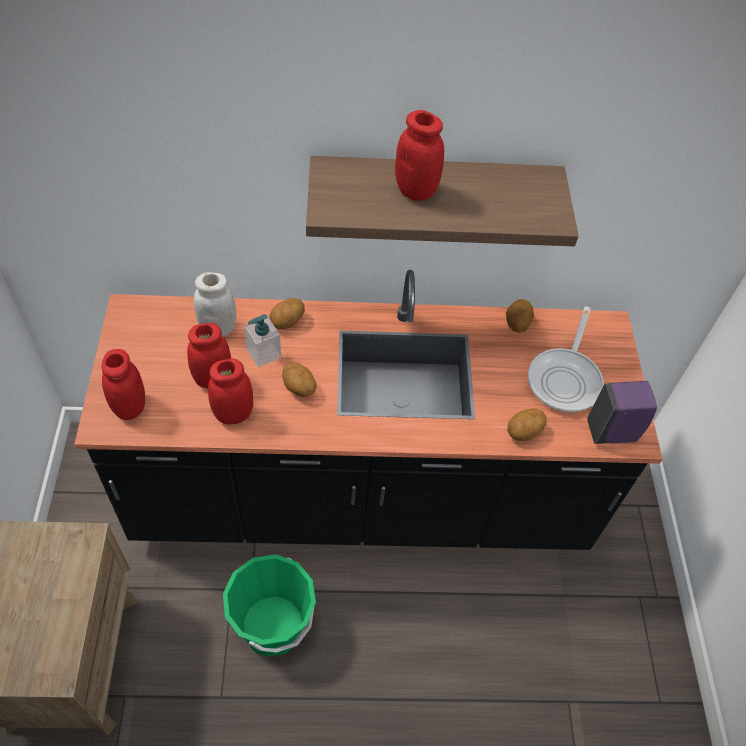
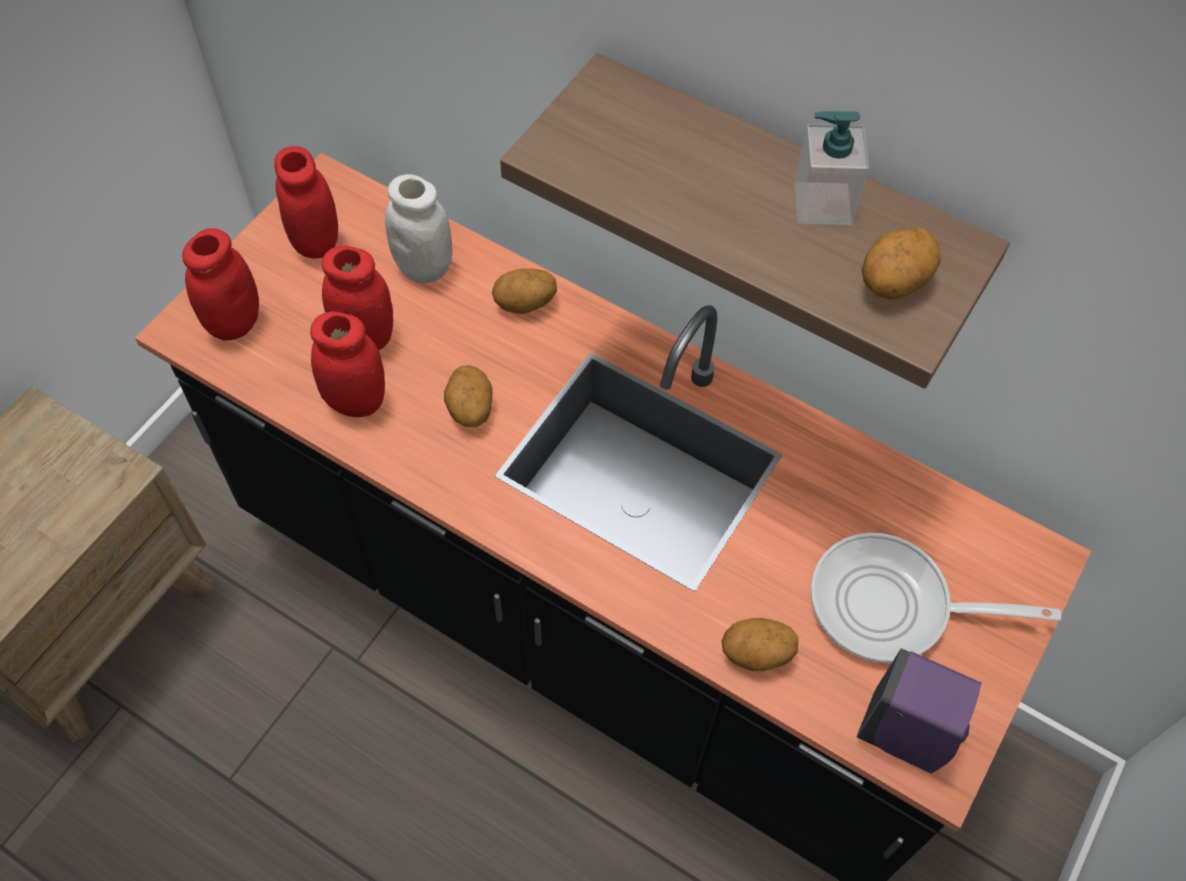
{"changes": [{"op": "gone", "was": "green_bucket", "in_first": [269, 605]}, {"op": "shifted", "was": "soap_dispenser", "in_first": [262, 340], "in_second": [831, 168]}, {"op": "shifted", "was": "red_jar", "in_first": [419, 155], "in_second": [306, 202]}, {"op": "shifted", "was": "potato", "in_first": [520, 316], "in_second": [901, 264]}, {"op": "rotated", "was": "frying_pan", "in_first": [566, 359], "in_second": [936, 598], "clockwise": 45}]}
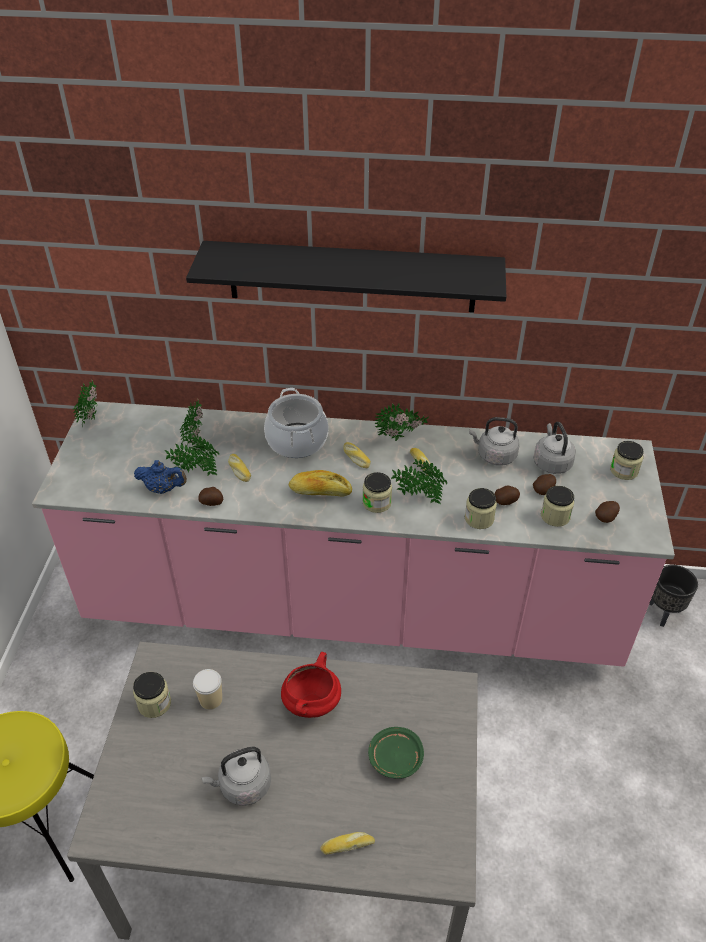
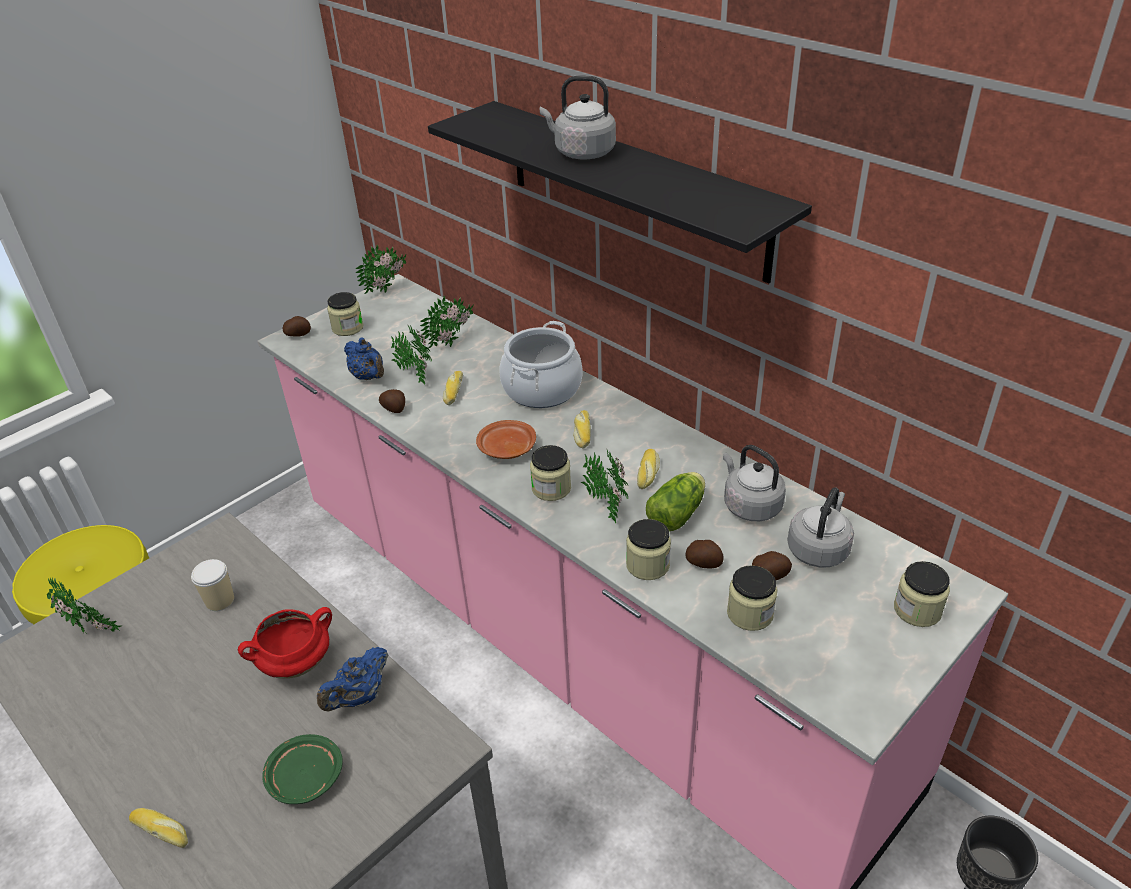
{"changes": [{"op": "shifted", "was": "jar", "in_first": [152, 695], "in_second": [345, 314]}, {"op": "shifted", "was": "grey_kettle", "in_first": [236, 776], "in_second": [578, 117]}, {"op": "swapped", "was": "bread", "now": "brown_plate", "in_first": [320, 483], "in_second": [506, 439]}, {"op": "shifted", "was": "potted_plant", "in_first": [402, 422], "in_second": [84, 606]}, {"op": "shifted", "was": "potato", "in_first": [607, 512], "in_second": [297, 326]}, {"op": "new", "now": "blue_teapot", "in_second": [353, 679]}, {"op": "new", "now": "lettuce", "in_second": [675, 501]}]}
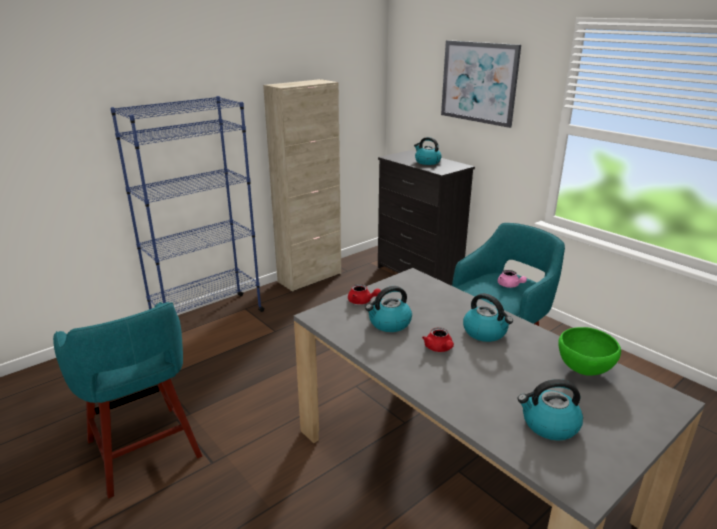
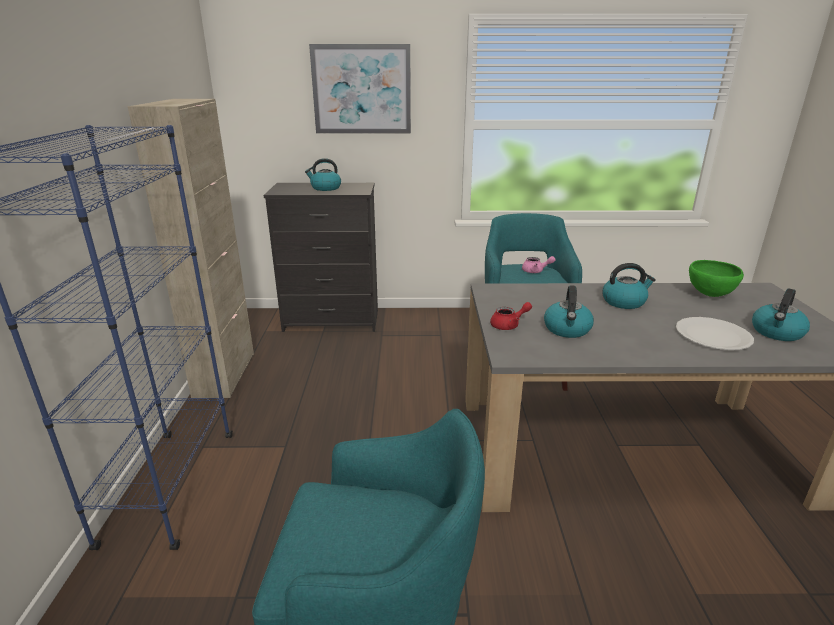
{"changes": [{"op": "gone", "was": "red_teapot", "in_first": [438, 339]}, {"op": "new", "now": "white_plate", "in_second": [715, 333]}]}
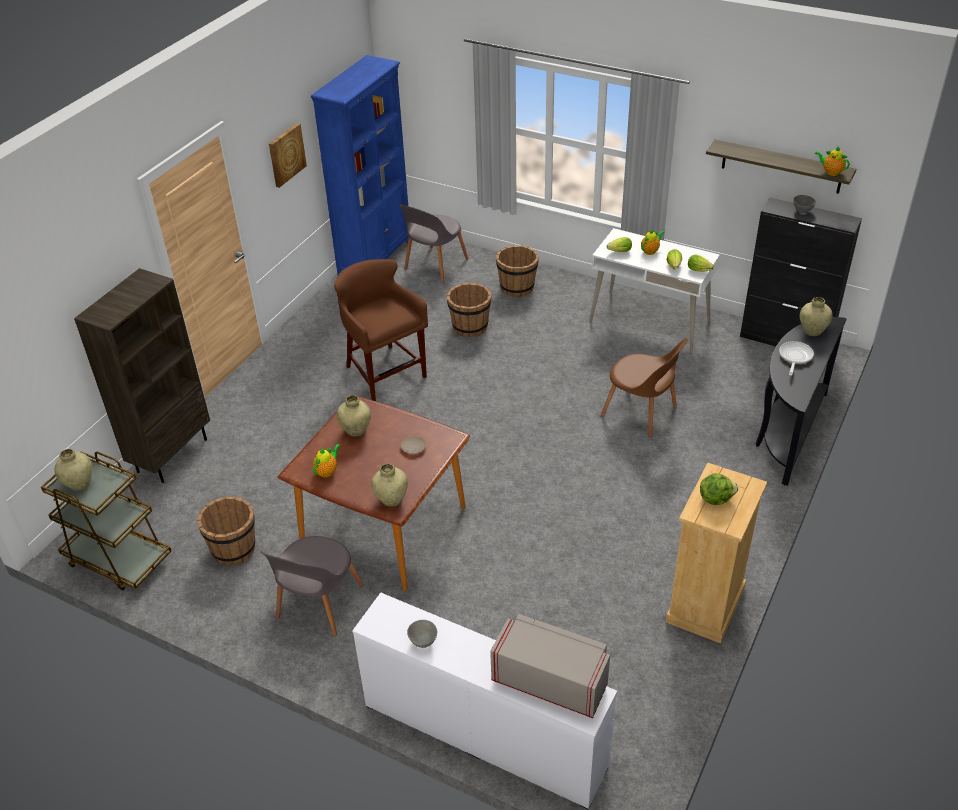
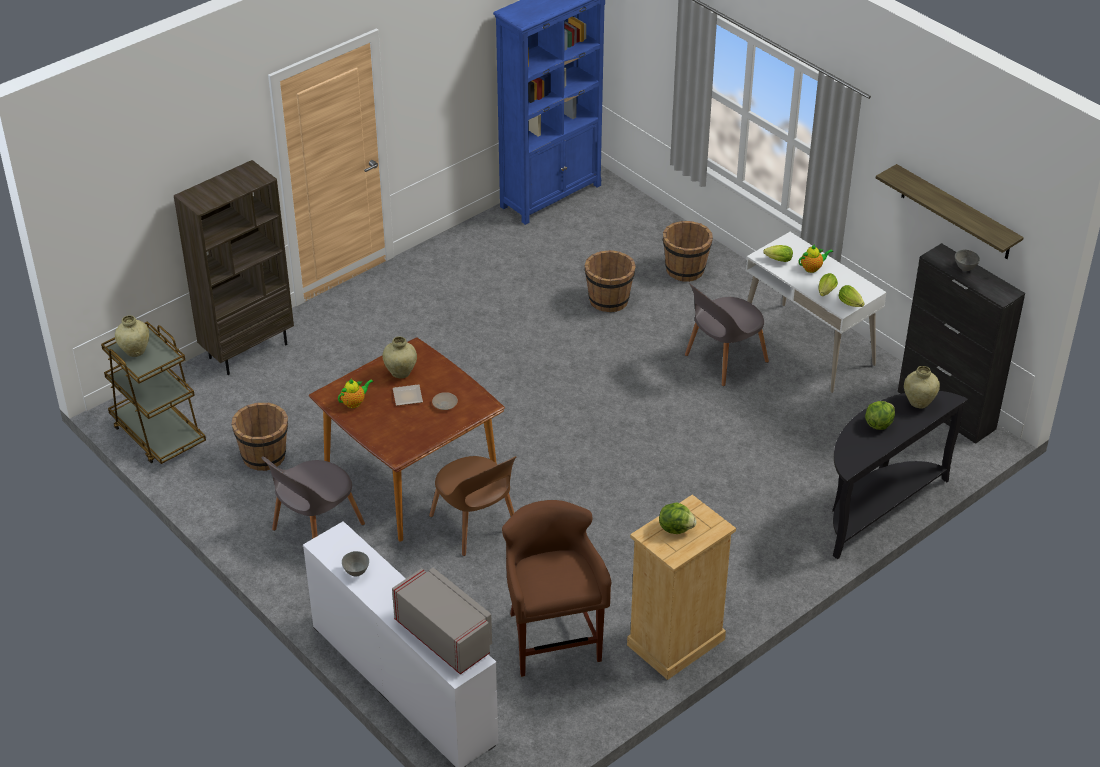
{"changes": [{"op": "gone", "was": "picture", "in_first": [288, 155]}, {"op": "shifted", "was": "brown_stool", "in_first": [381, 330], "in_second": [556, 588]}, {"op": "gone", "was": "beige_vase", "in_first": [389, 485]}, {"op": "shifted", "was": "grey_chair", "in_first": [434, 244], "in_second": [727, 334]}, {"op": "shifted", "was": "brown_chair", "in_first": [644, 388], "in_second": [472, 506]}, {"op": "swapped", "was": "frying_pan", "now": "lettuce", "in_first": [796, 358], "in_second": [880, 415]}, {"op": "gone", "was": "teapot", "in_first": [832, 161]}, {"op": "new", "now": "plate", "in_second": [408, 395]}]}
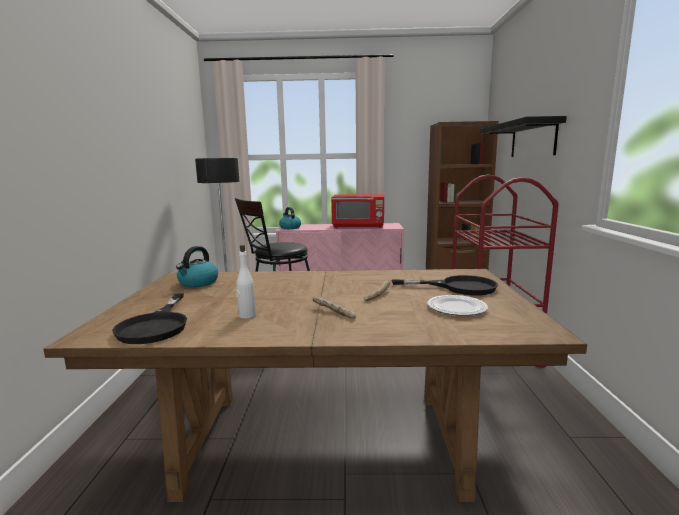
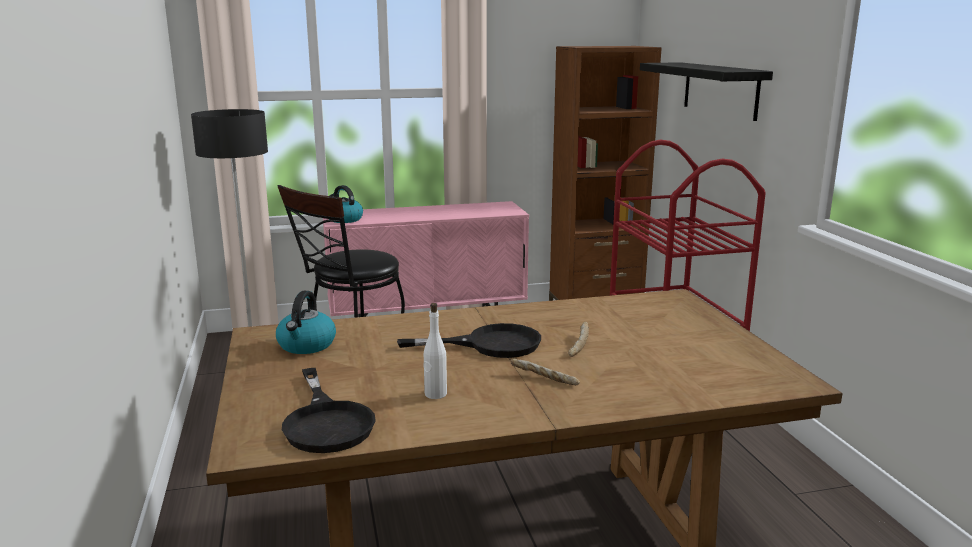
{"changes": [{"op": "gone", "was": "red_microwave", "in_first": [357, 211]}, {"op": "shifted", "was": "black_frying_pan", "in_first": [444, 285], "in_second": [469, 340]}, {"op": "gone", "was": "plate", "in_first": [457, 305]}]}
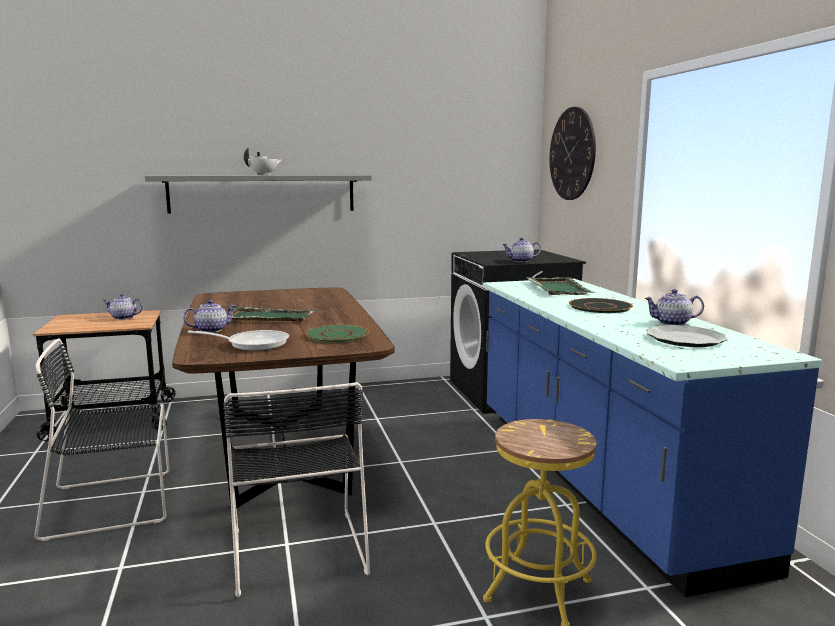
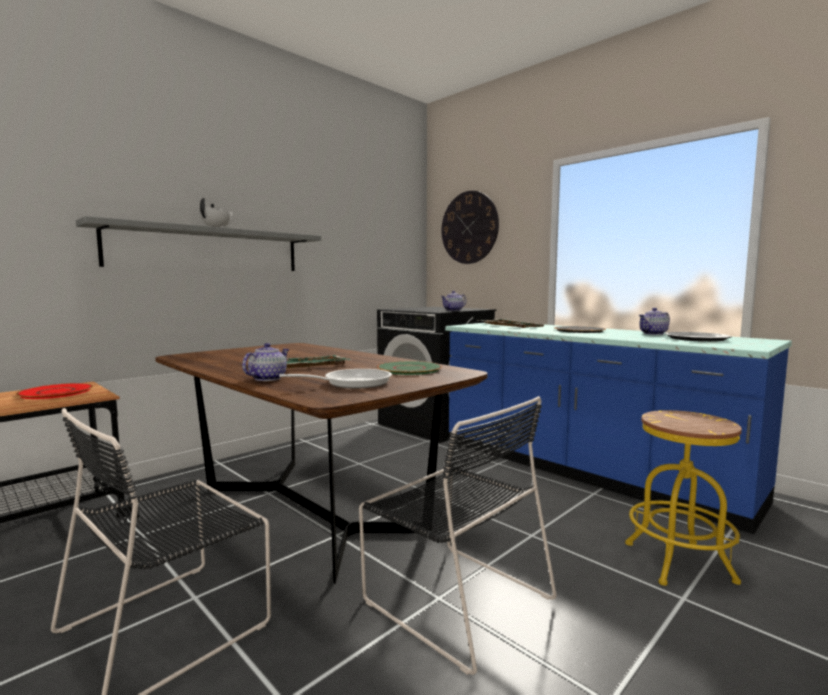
{"changes": [{"op": "swapped", "was": "teapot", "now": "red_plate", "in_first": [122, 307], "in_second": [54, 391]}]}
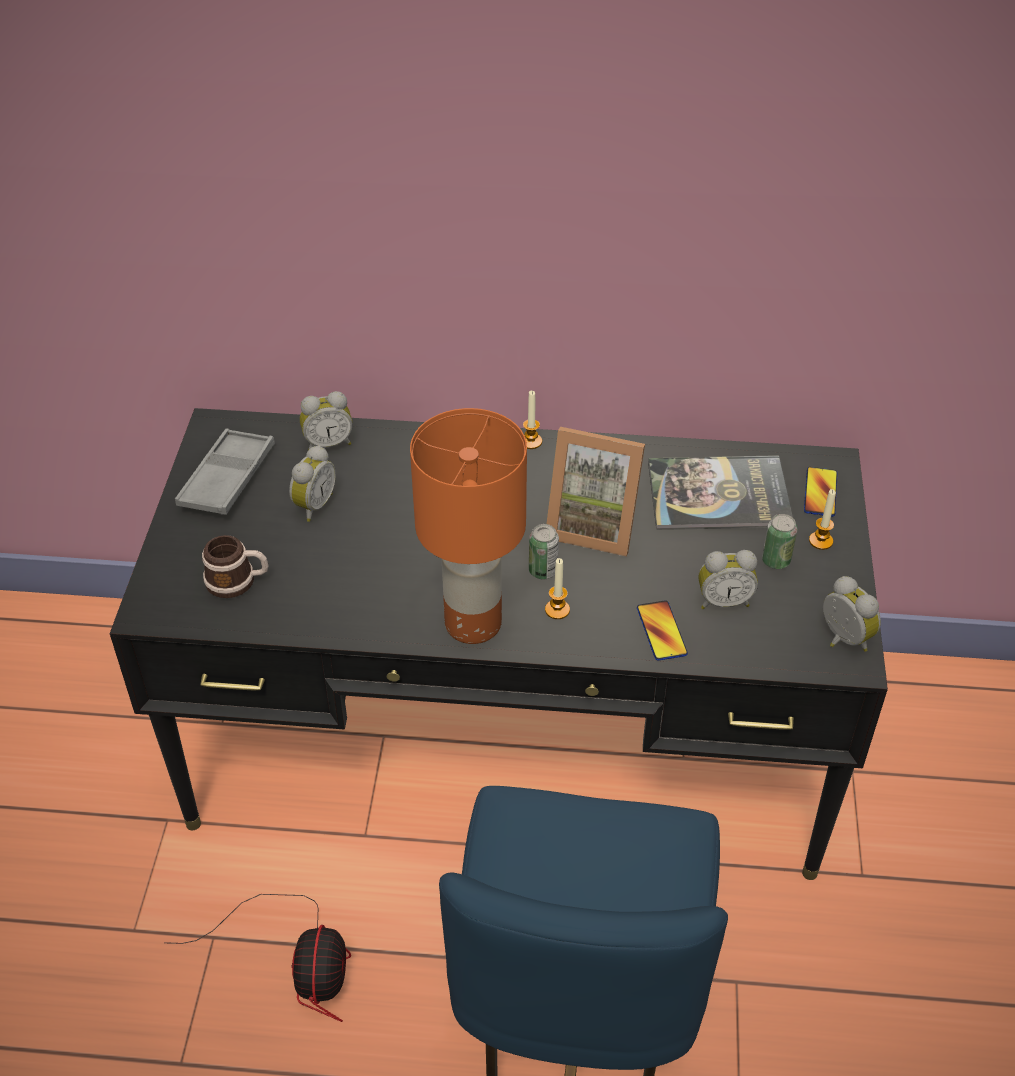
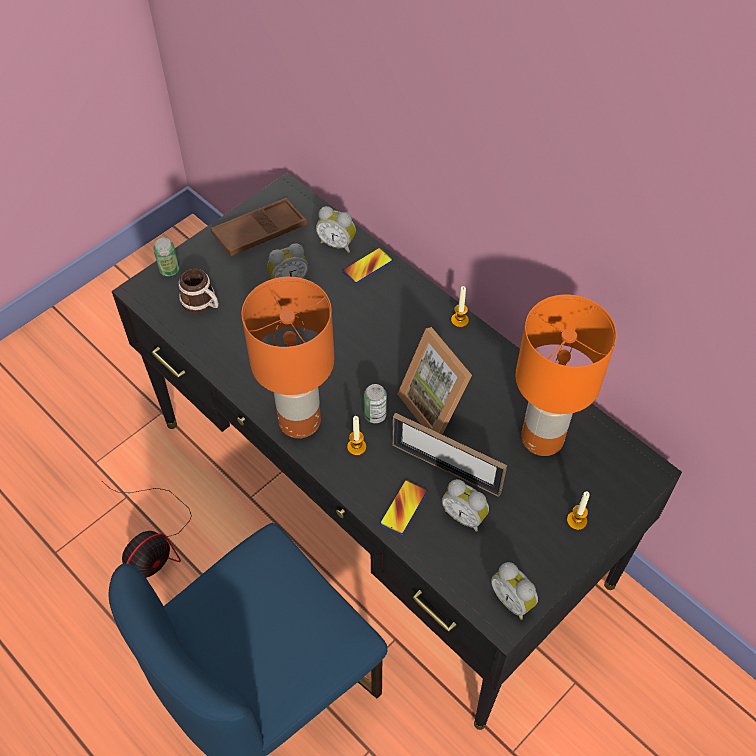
{"changes": [{"op": "repainted", "was": "grey_tray", "now": "brown_tray", "in_first": [225, 471], "in_second": [259, 227]}, {"op": "swapped", "was": "book", "now": "orange_table_lamp", "in_first": [720, 492], "in_second": [566, 375]}, {"op": "shifted", "was": "can", "in_first": [779, 541], "in_second": [166, 257]}, {"op": "shifted", "was": "phone", "in_first": [820, 492], "in_second": [367, 266]}, {"op": "rotated", "was": "alarm_clock", "in_first": [852, 614], "in_second": [514, 591], "clockwise": 135}, {"op": "new", "now": "picture_frame", "in_second": [449, 455]}]}
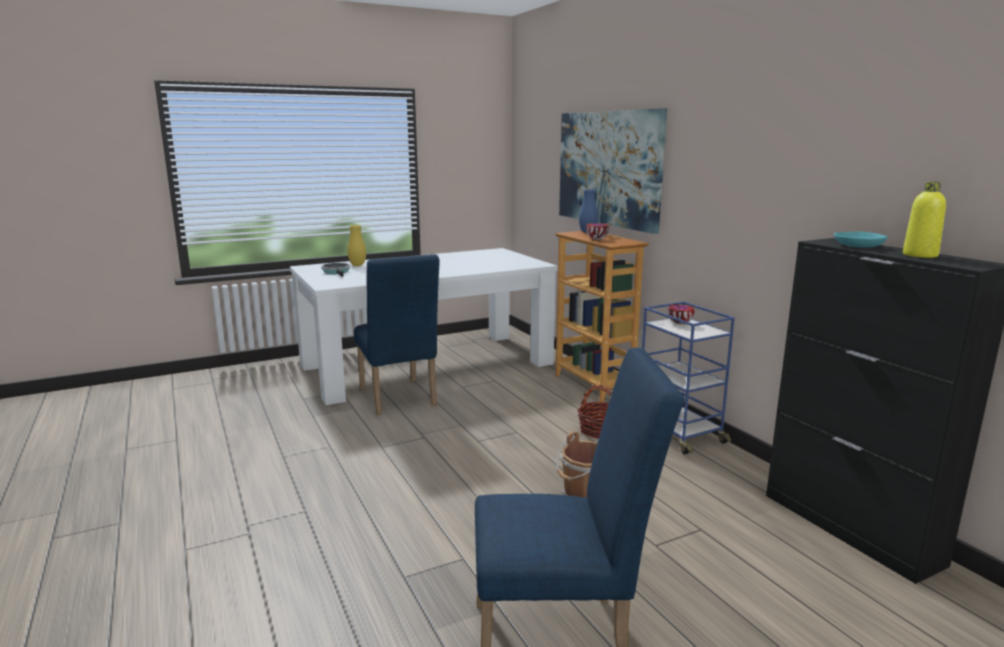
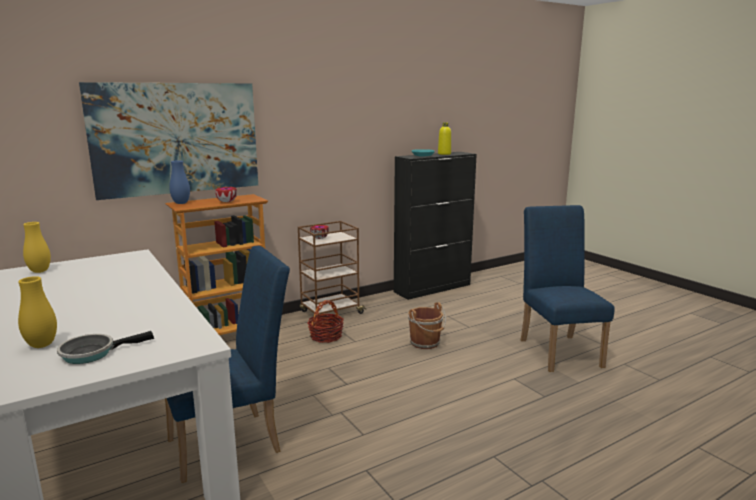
{"changes": [{"op": "repainted", "was": "blue_cart", "now": "brown_cart", "in_first": [688, 378], "in_second": [332, 271]}, {"op": "new", "now": "yellow_vase", "in_second": [37, 247]}]}
